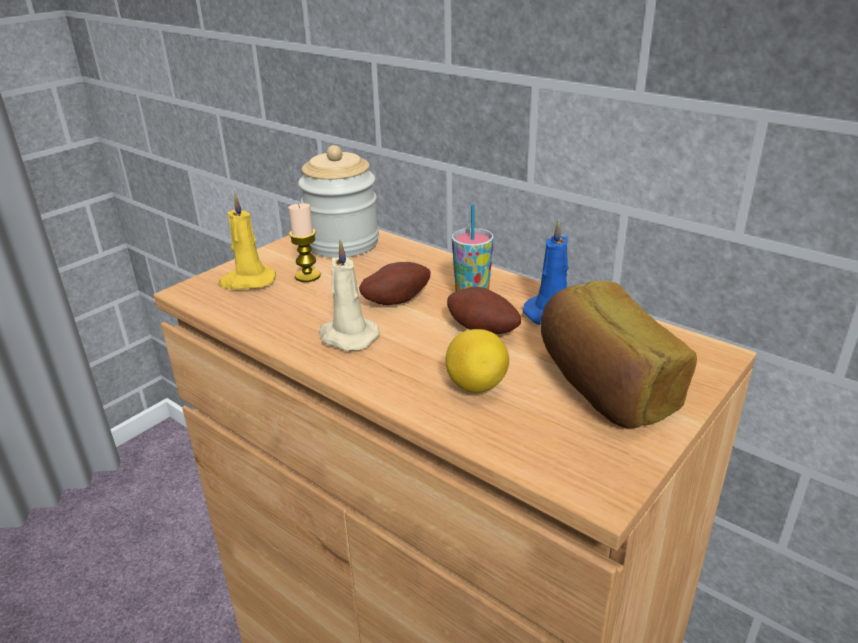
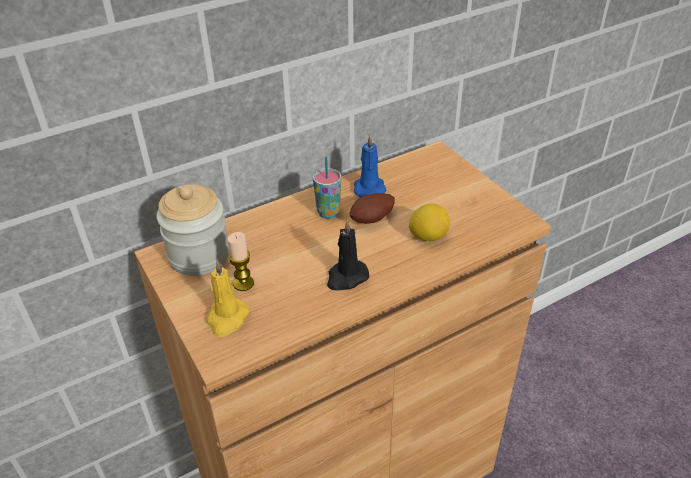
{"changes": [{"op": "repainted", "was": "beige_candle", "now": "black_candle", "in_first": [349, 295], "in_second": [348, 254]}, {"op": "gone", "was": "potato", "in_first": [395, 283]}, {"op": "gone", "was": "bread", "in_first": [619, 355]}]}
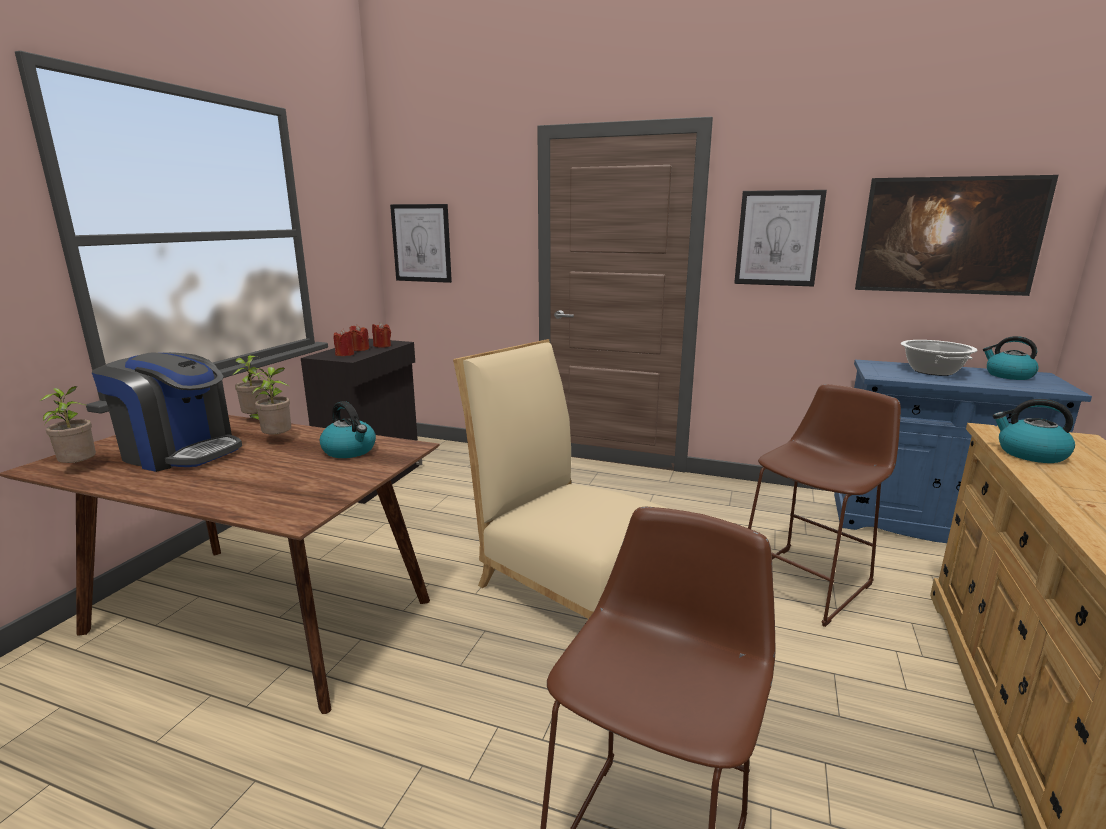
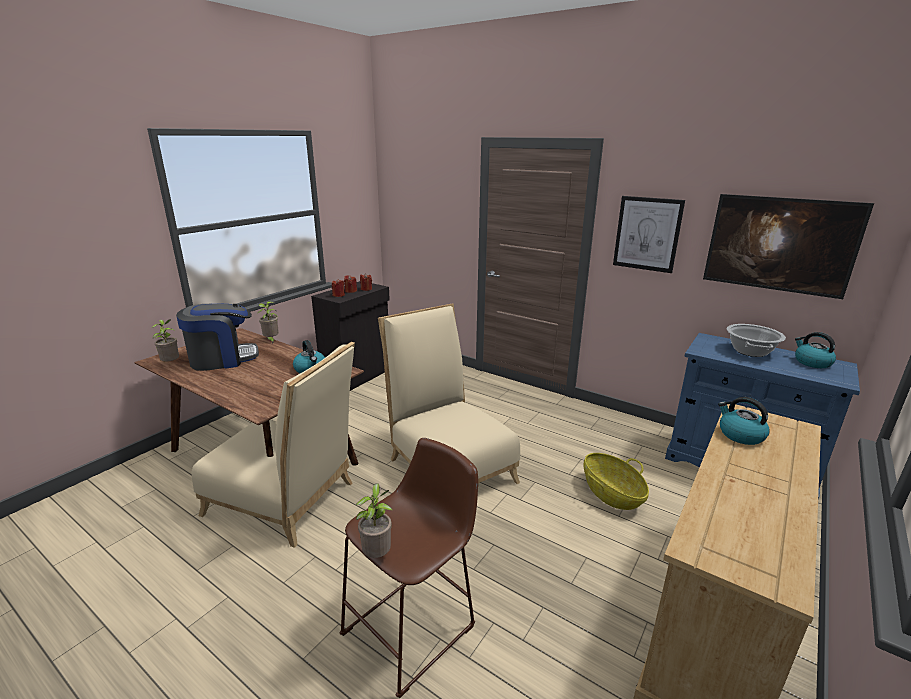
{"changes": [{"op": "rotated", "was": "coffee_machine", "in_first": [167, 412], "in_second": [217, 337], "clockwise": -60}, {"op": "shifted", "was": "potted_plant", "in_first": [270, 401], "in_second": [374, 520]}, {"op": "gone", "was": "picture", "in_first": [421, 243]}, {"op": "swapped", "was": "brown_stool", "now": "basket", "in_first": [824, 505], "in_second": [616, 481]}, {"op": "new", "now": "beige_chair", "in_second": [273, 445]}]}
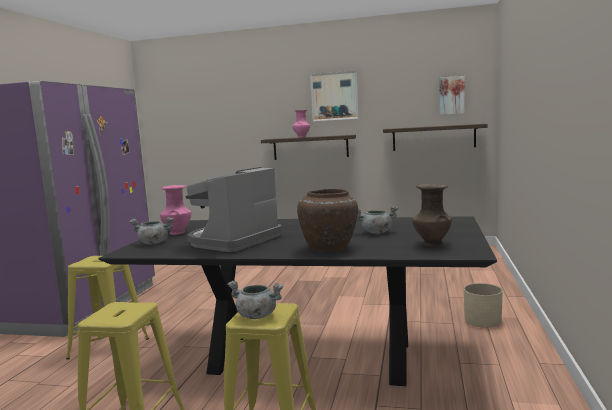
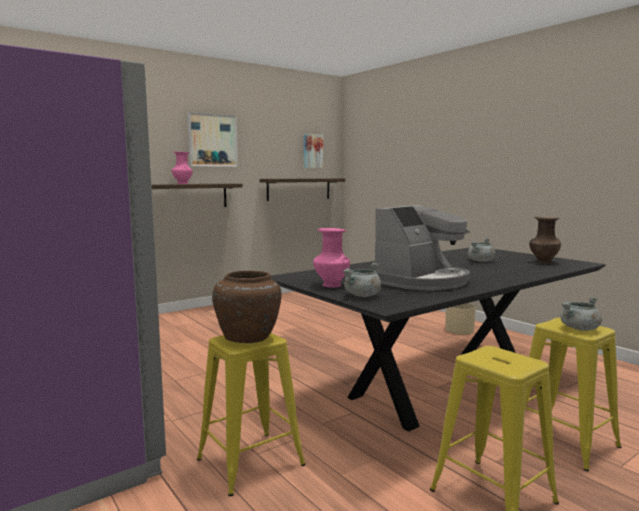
{"changes": [{"op": "rotated", "was": "coffee_machine", "in_first": [234, 209], "in_second": [422, 248], "clockwise": -120}, {"op": "shifted", "was": "brown_vase", "in_first": [327, 220], "in_second": [246, 307]}]}
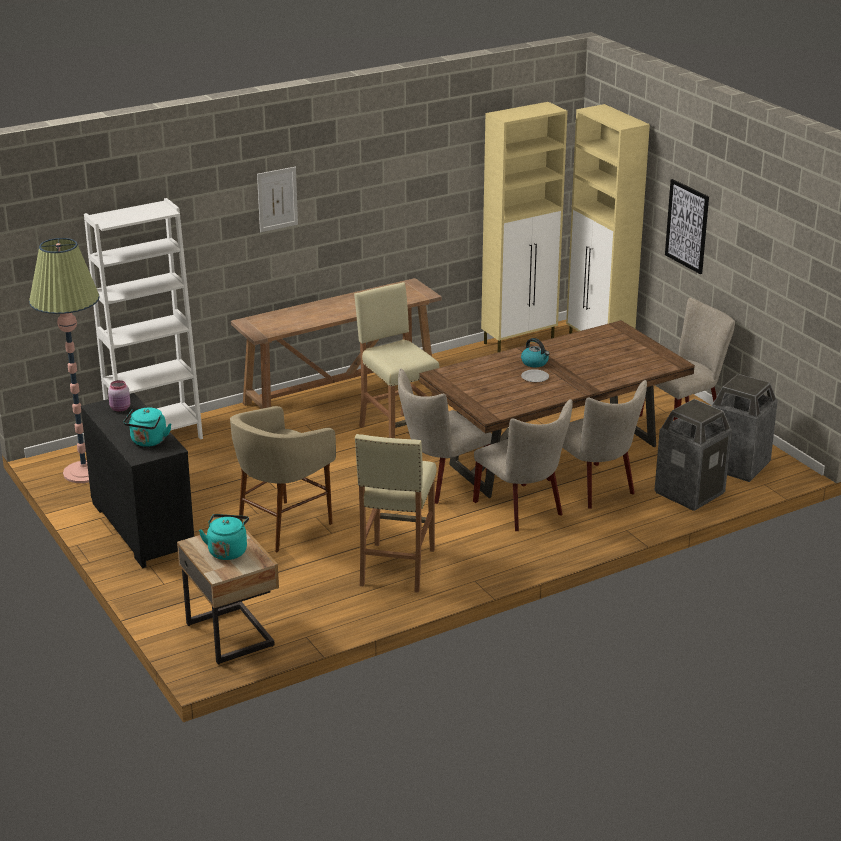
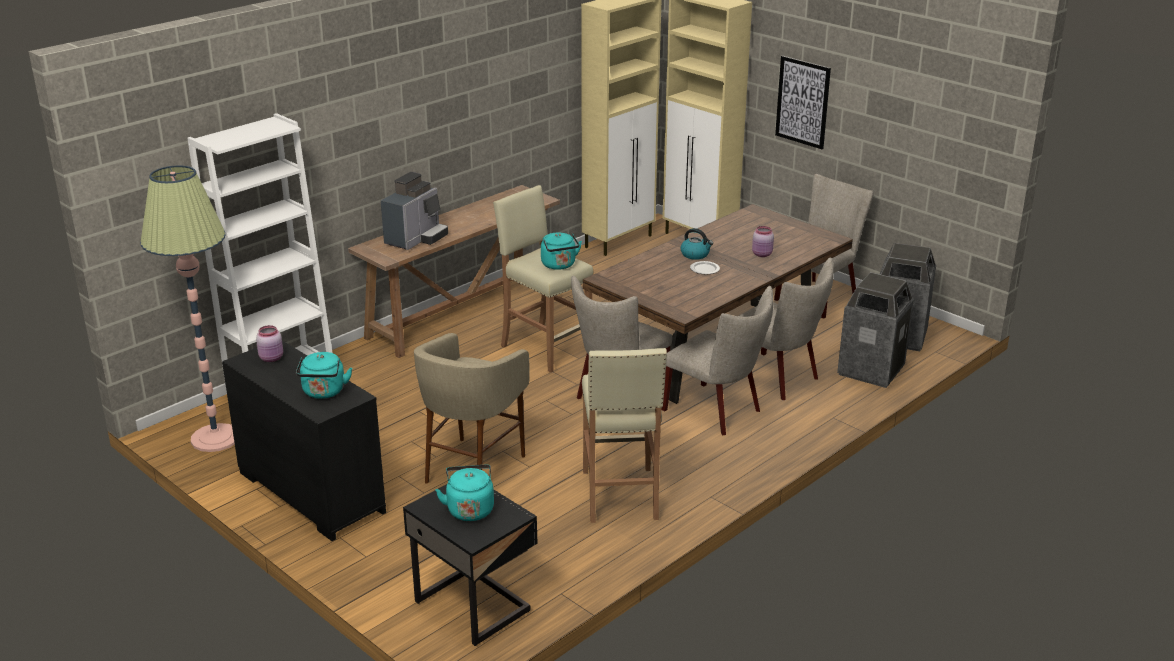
{"changes": [{"op": "repainted", "was": "beige_nightstand", "now": "black_nightstand", "in_first": [228, 596], "in_second": [470, 565]}, {"op": "gone", "was": "picture", "in_first": [277, 199]}, {"op": "new", "now": "coffee_machine", "in_second": [414, 211]}, {"op": "new", "now": "turquoise_kettle", "in_second": [561, 251]}, {"op": "new", "now": "pink_jar", "in_second": [763, 241]}]}
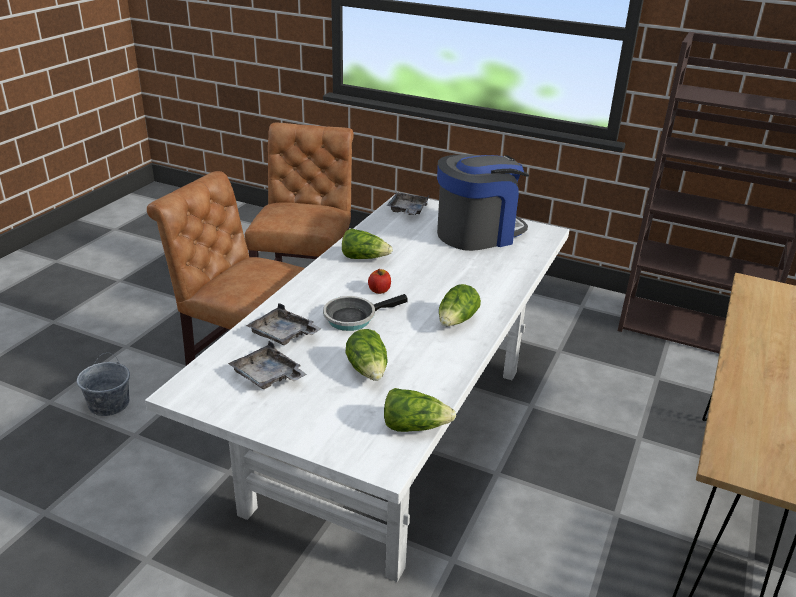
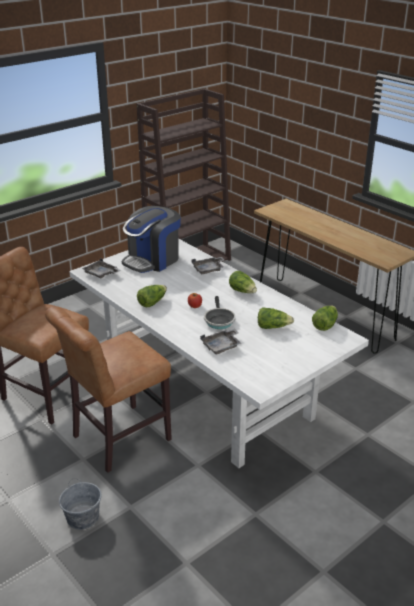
{"changes": [{"op": "shifted", "was": "grey_tray", "in_first": [267, 365], "in_second": [207, 265]}, {"op": "rotated", "was": "coffee_machine", "in_first": [483, 203], "in_second": [151, 239], "clockwise": -135}]}
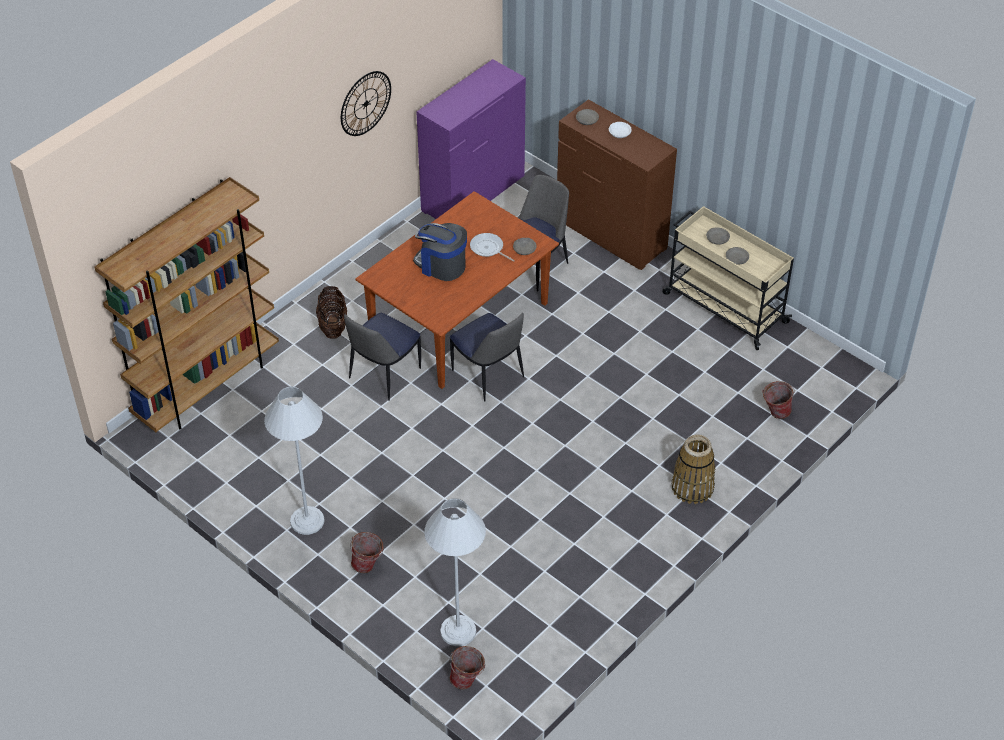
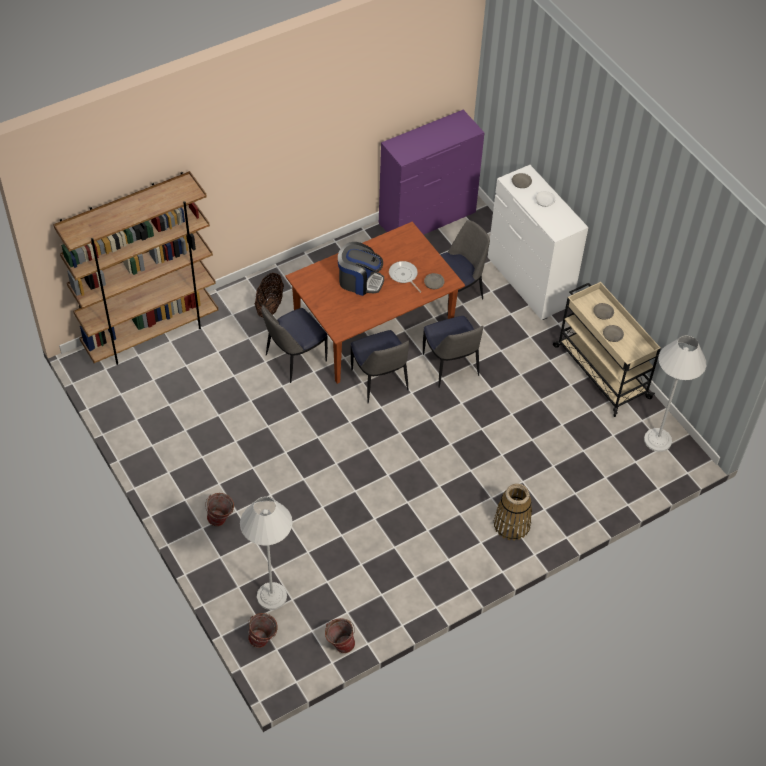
{"changes": [{"op": "shifted", "was": "white_floor_lamp", "in_first": [294, 460], "in_second": [675, 393]}, {"op": "gone", "was": "wall_clock", "in_first": [366, 103]}, {"op": "rotated", "was": "coffee_machine", "in_first": [440, 252], "in_second": [361, 269], "clockwise": 150}, {"op": "repainted", "was": "brown_dresser", "now": "white_dresser", "in_first": [617, 184], "in_second": [538, 242]}, {"op": "shifted", "was": "bucket", "in_first": [778, 400], "in_second": [340, 635]}, {"op": "new", "now": "chair", "in_second": [453, 352]}]}
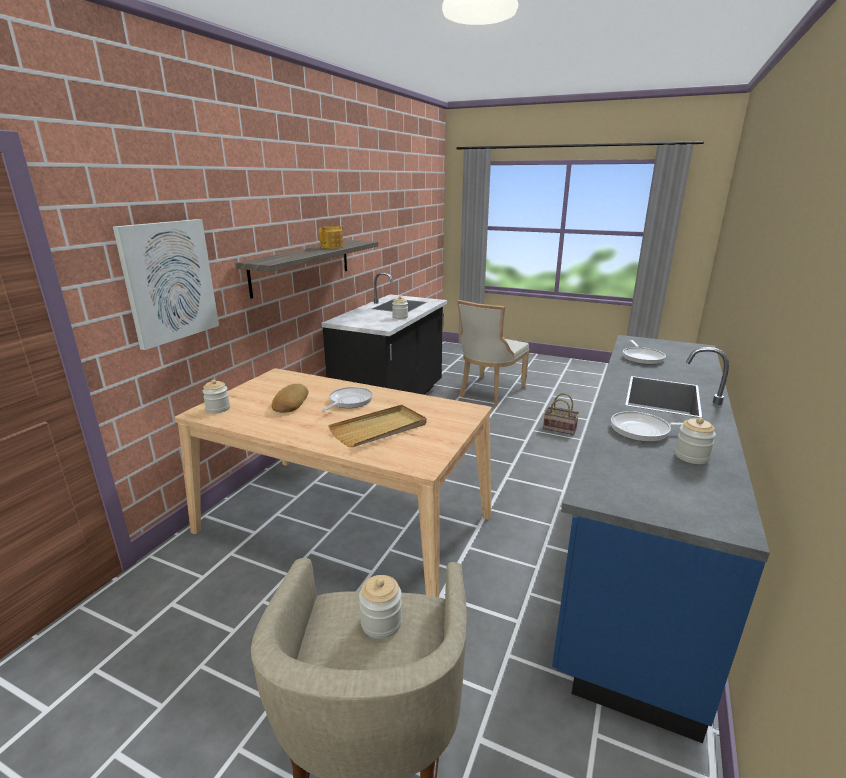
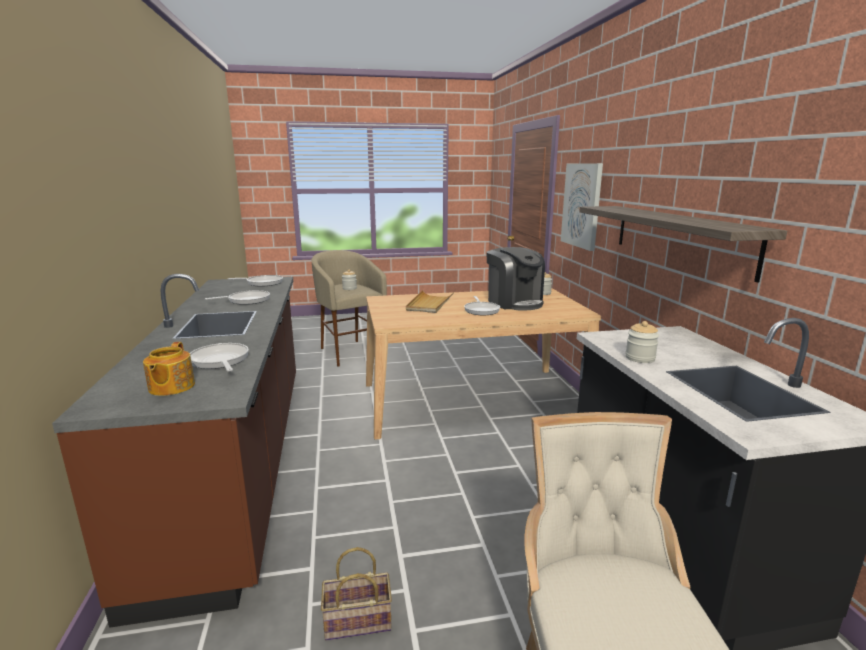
{"changes": [{"op": "swapped", "was": "bread", "now": "coffee_machine", "in_first": [290, 398], "in_second": [515, 279]}, {"op": "shifted", "was": "teapot", "in_first": [330, 237], "in_second": [169, 369]}, {"op": "repainted", "was": "blue_counter", "now": "brown_counter", "in_first": [661, 539], "in_second": [174, 451]}, {"op": "gone", "was": "jar", "in_first": [695, 440]}, {"op": "new", "now": "frying_pan", "in_second": [255, 280]}]}
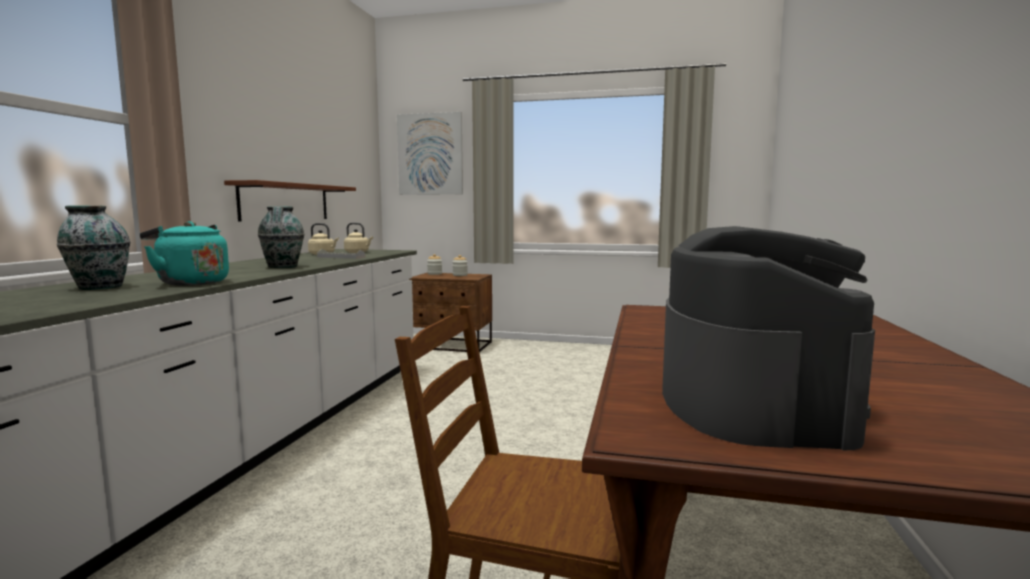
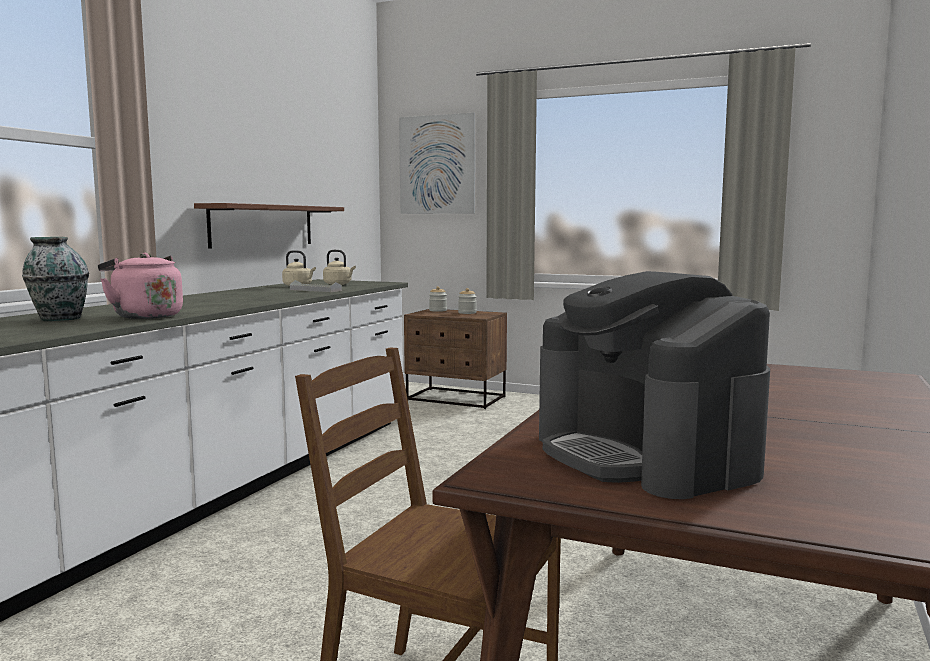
{"changes": [{"op": "repainted", "was": "turquoise_kettle", "now": "pink_kettle", "in_first": [184, 253], "in_second": [140, 286]}, {"op": "gone", "was": "vase", "in_first": [281, 237]}, {"op": "rotated", "was": "coffee_machine", "in_first": [768, 338], "in_second": [654, 385], "clockwise": 135}]}
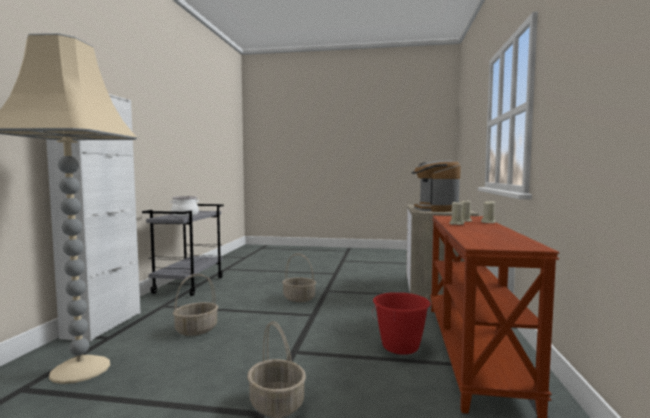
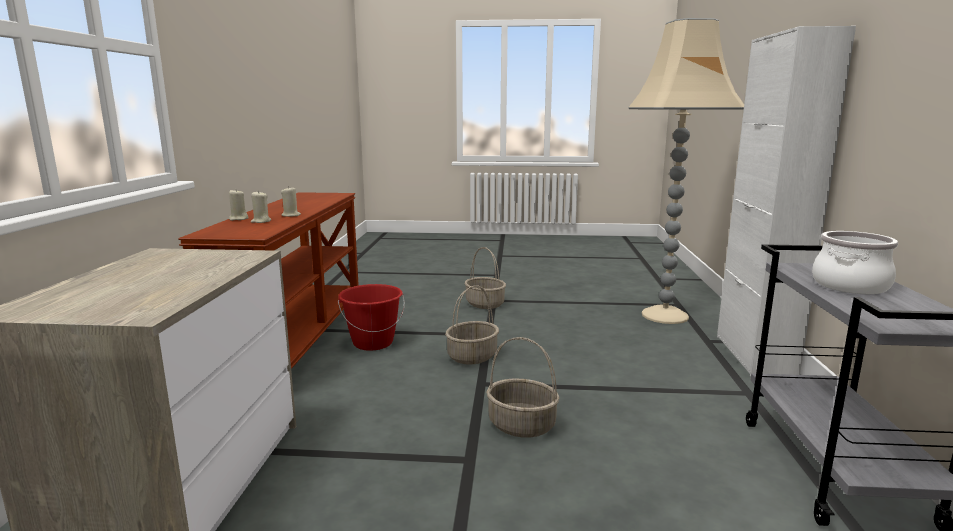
{"changes": [{"op": "shifted", "was": "basket", "in_first": [195, 305], "in_second": [472, 325]}, {"op": "gone", "was": "coffee_machine", "in_first": [436, 186]}]}
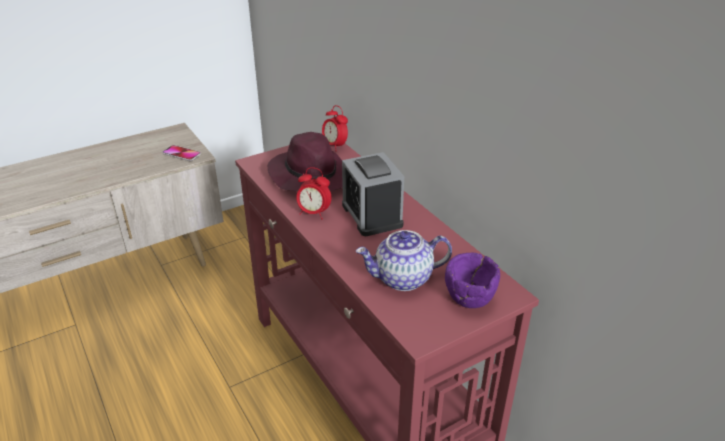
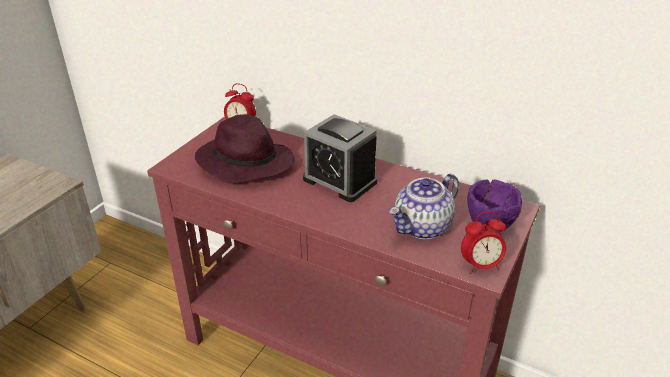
{"changes": [{"op": "gone", "was": "phone", "in_first": [181, 153]}, {"op": "shifted", "was": "alarm_clock", "in_first": [314, 193], "in_second": [483, 243]}]}
